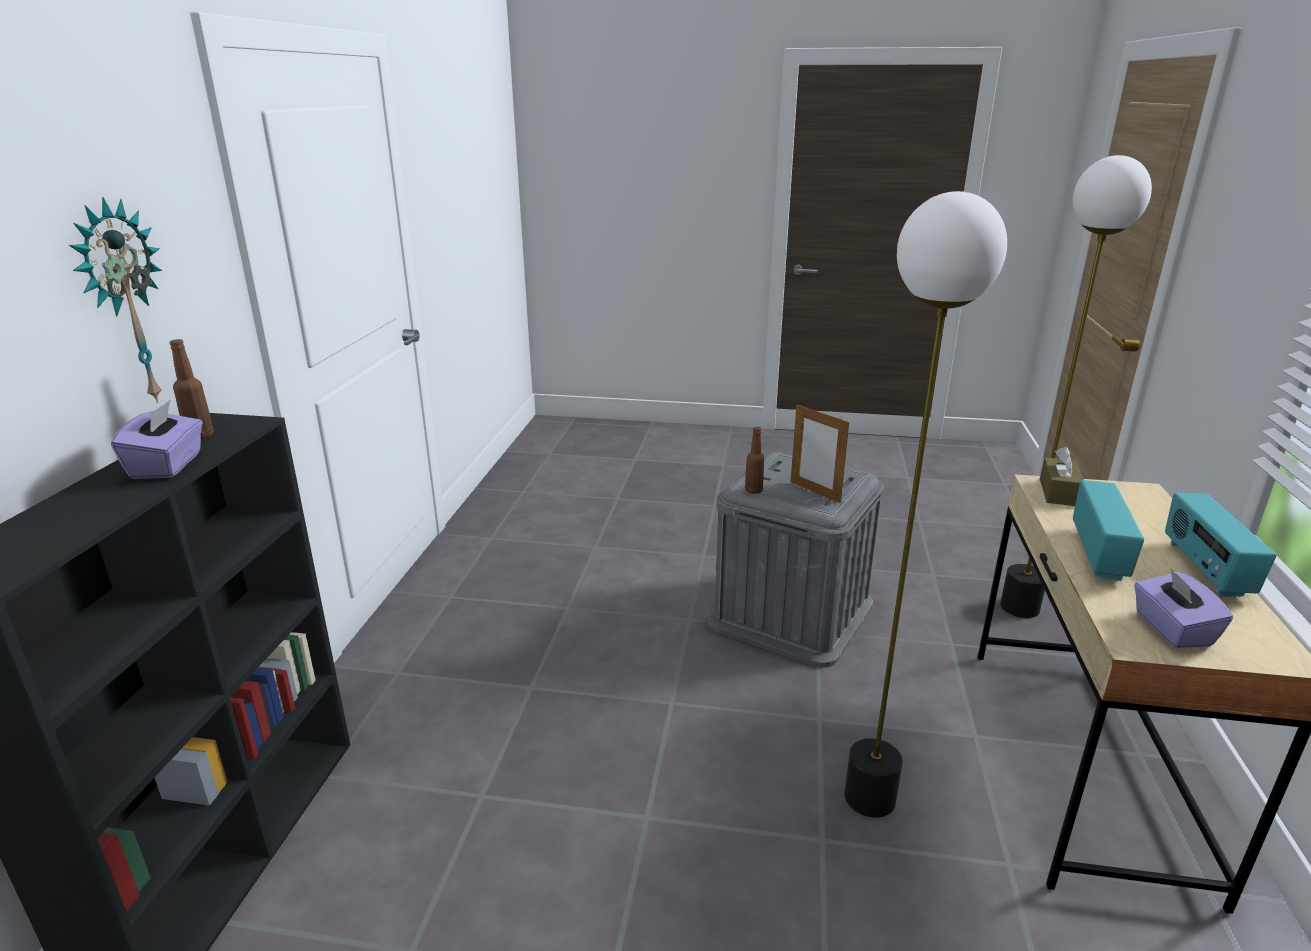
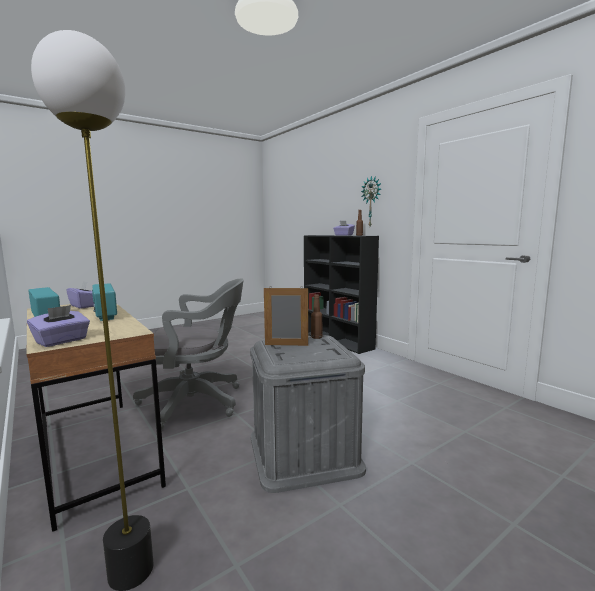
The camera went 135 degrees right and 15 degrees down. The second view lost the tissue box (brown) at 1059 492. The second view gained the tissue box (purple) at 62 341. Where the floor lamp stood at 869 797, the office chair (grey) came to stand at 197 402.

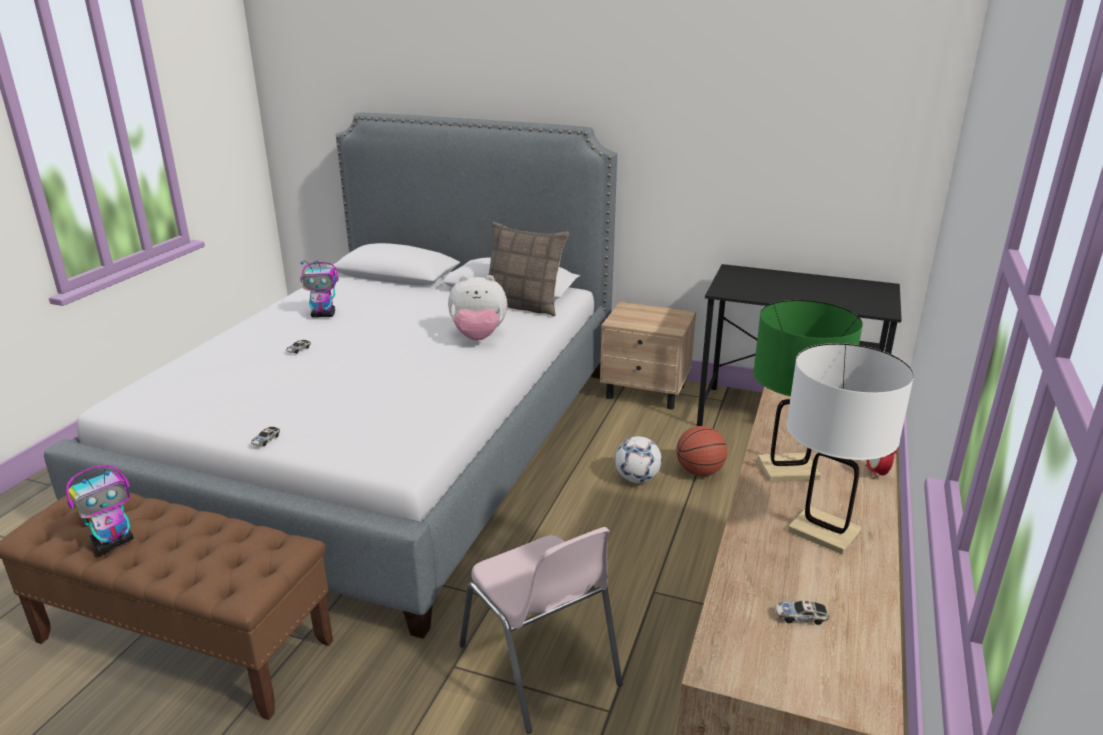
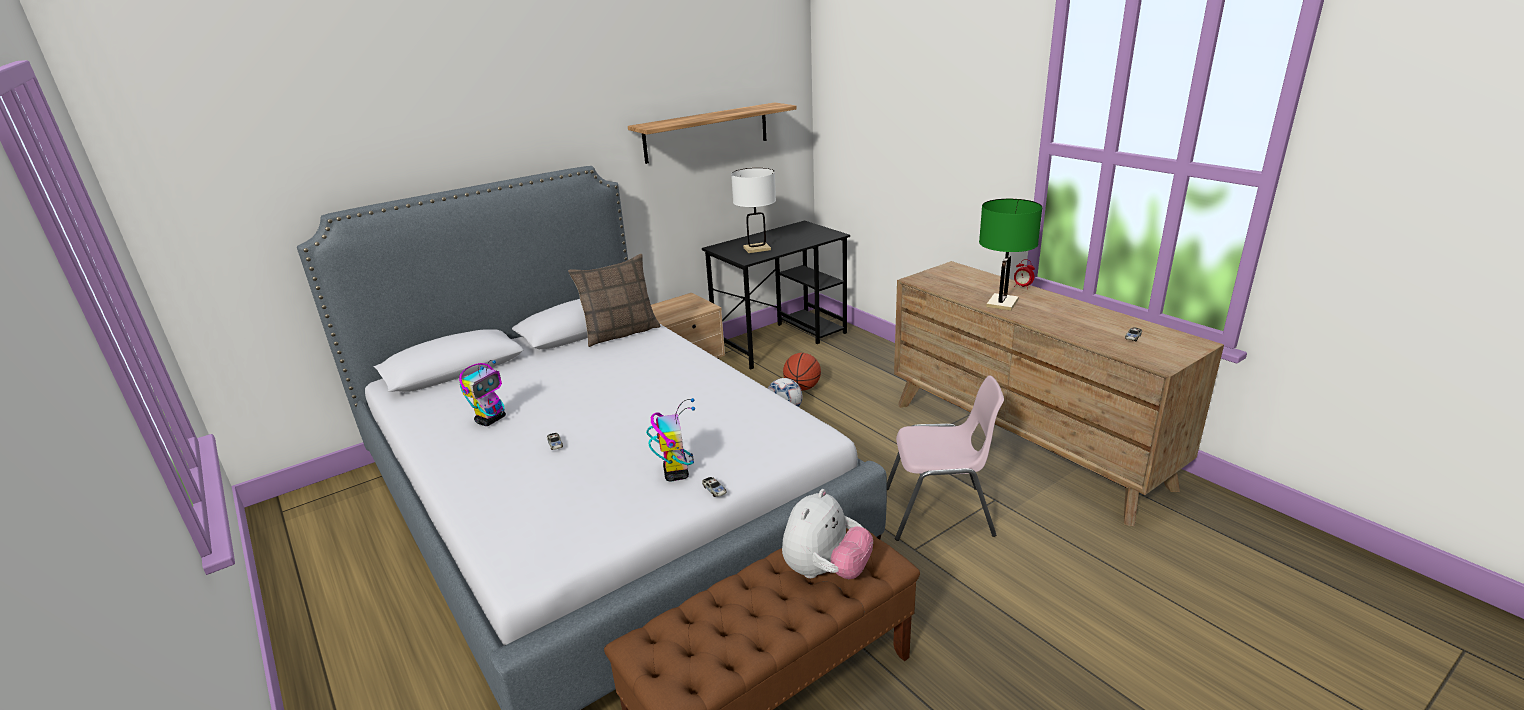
The camera went 55 degrees left and 0 degrees up. The second view gained the shelf at 706 132. The toy robot ended up elsewhere, having gone from 114 542 to 676 473. The plush toy ended up elsewhere, having gone from 478 337 to 825 572. The table lamp (white) ended up elsewhere, having gone from 824 531 to 757 248.

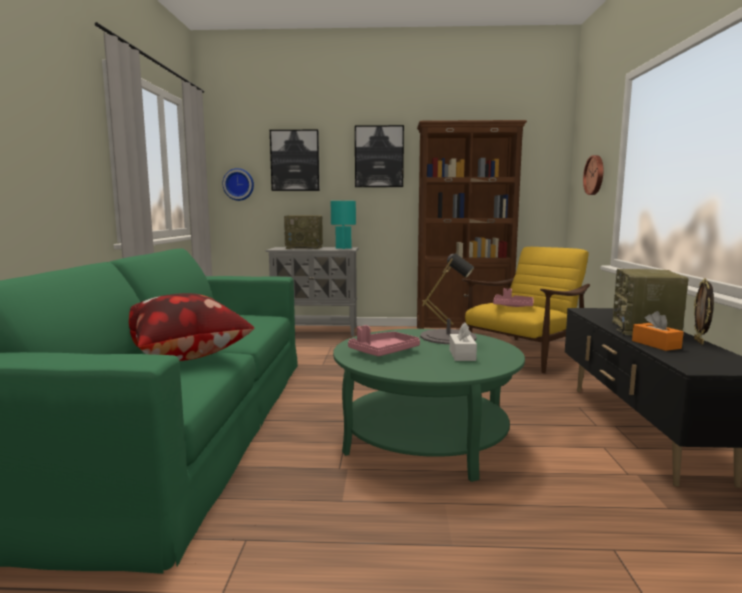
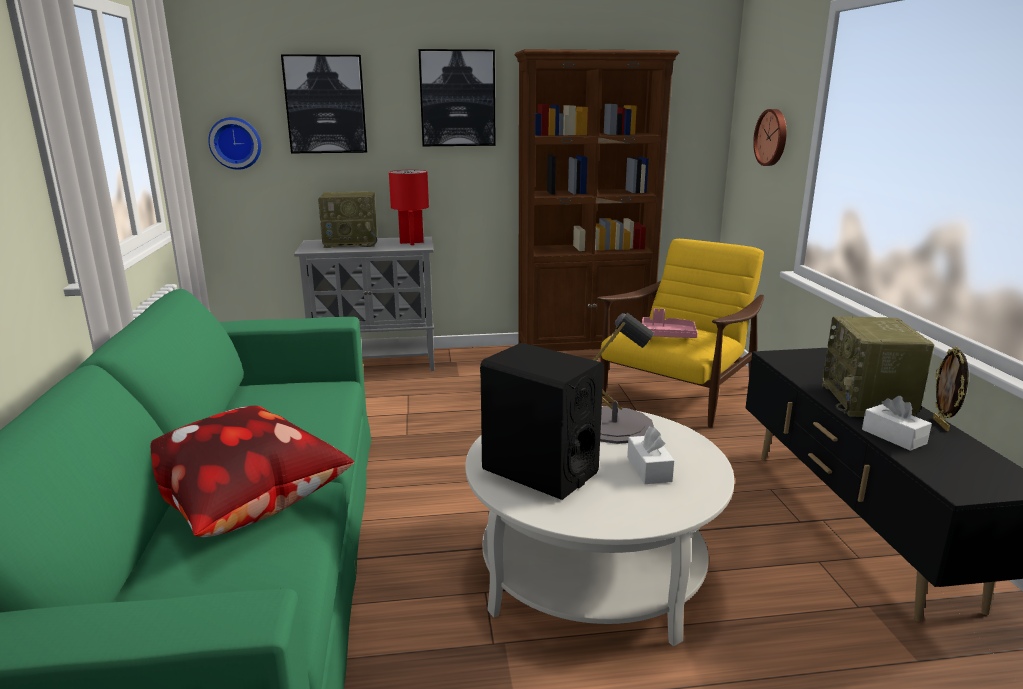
The camera went 10 degrees left and 10 degrees up. Where the tray (pink) stood at 383 352, the speaker (black) came to stand at 539 471. What was the table lamp (turquoise) at 343 248 turned into the table lamp (red) at 411 242. What was the coffee table (green) at 425 438 turned into the coffee table (white) at 592 570. What was the tissue box (orange) at 656 344 turned into the tissue box (white) at 893 436.

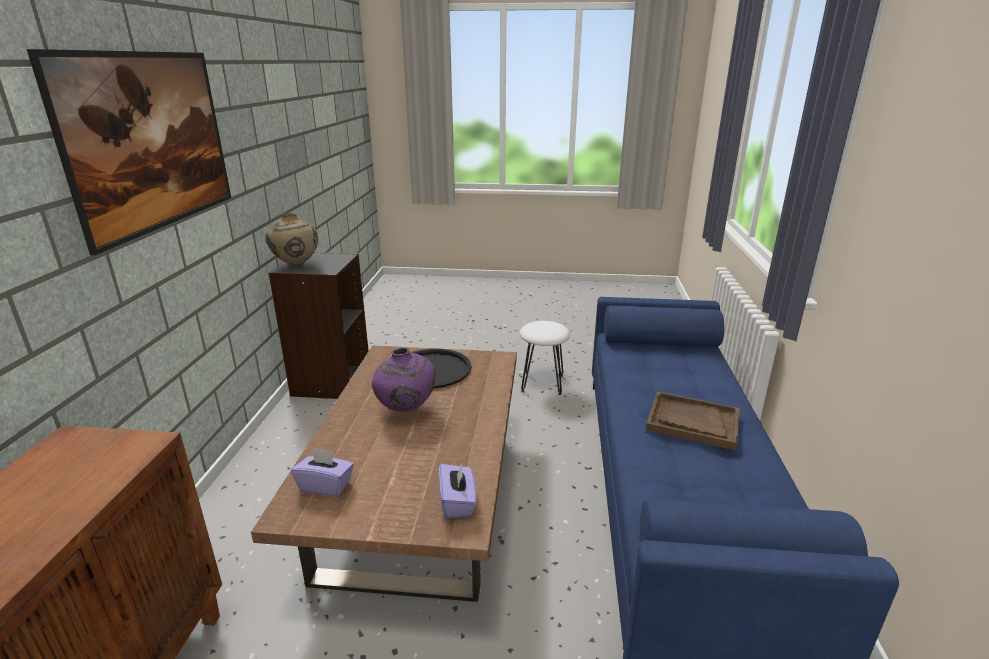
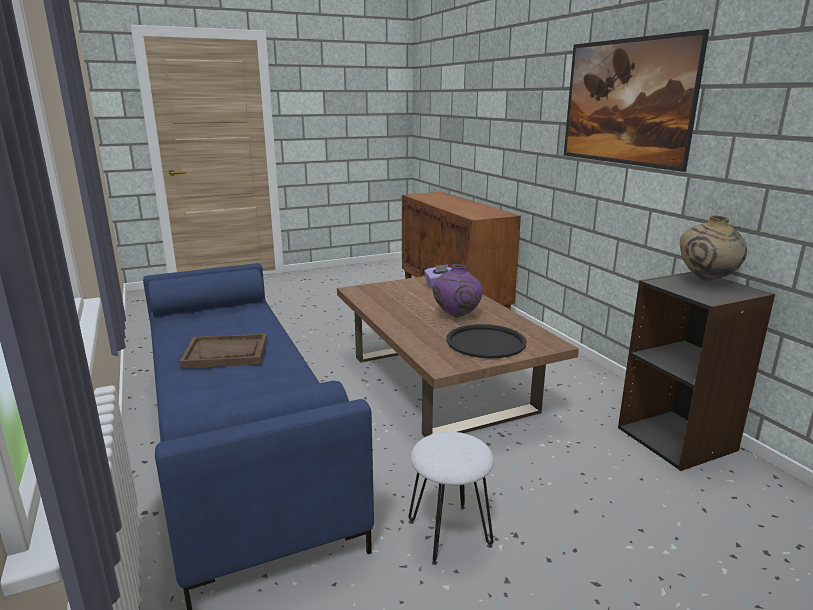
The camera went 150 degrees right and 5 degrees down. The second view lost the tissue box (purple) at 457 502.

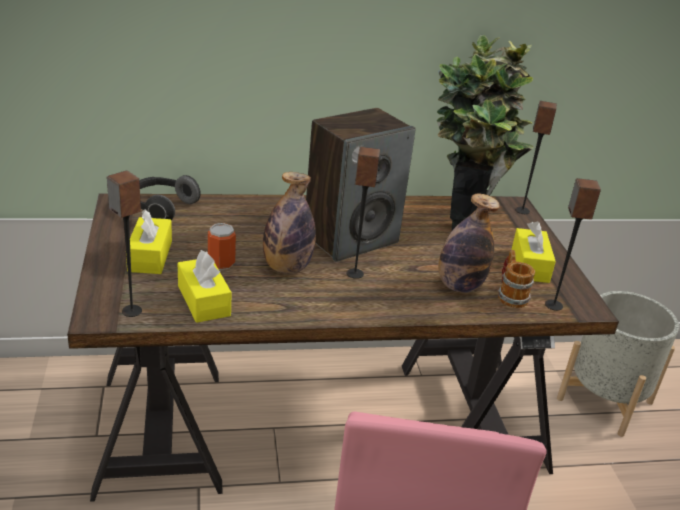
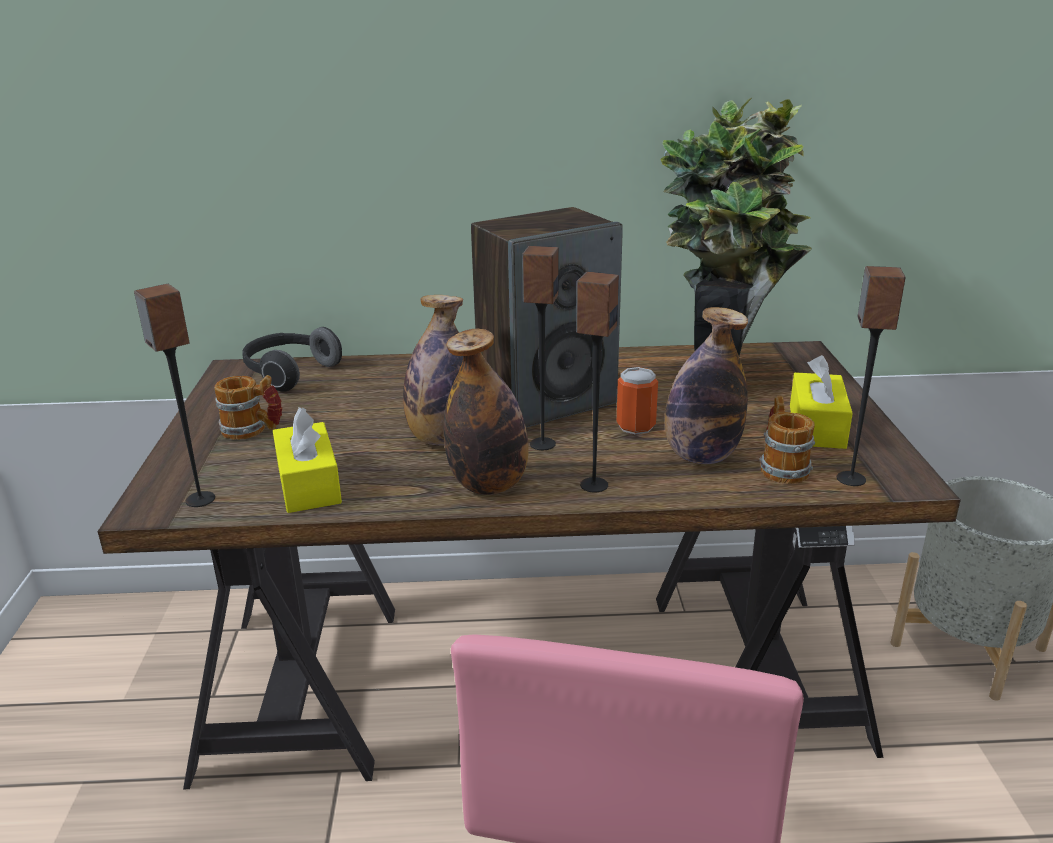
The camera went 10 degrees right and 5 degrees down. The second view gained the bottle at 489 485. The can ended up elsewhere, having gone from 221 263 to 636 426. The speaker ended up elsewhere, having gone from 522 210 to 593 485. Where the tissue box (yellow) stood at 150 256, the mug came to stand at 252 430.

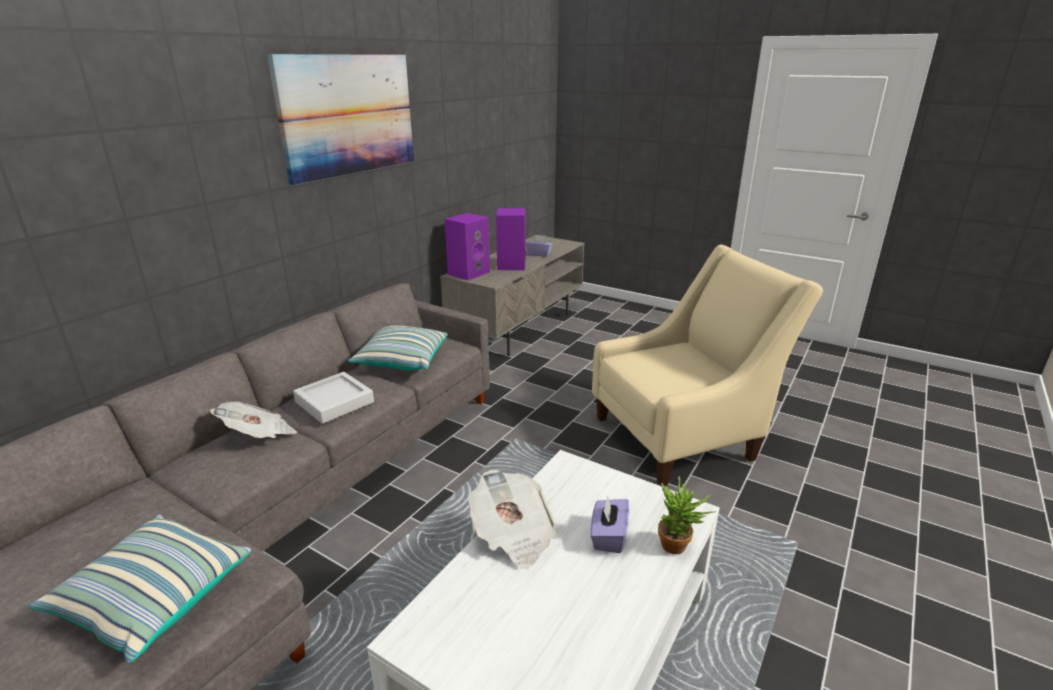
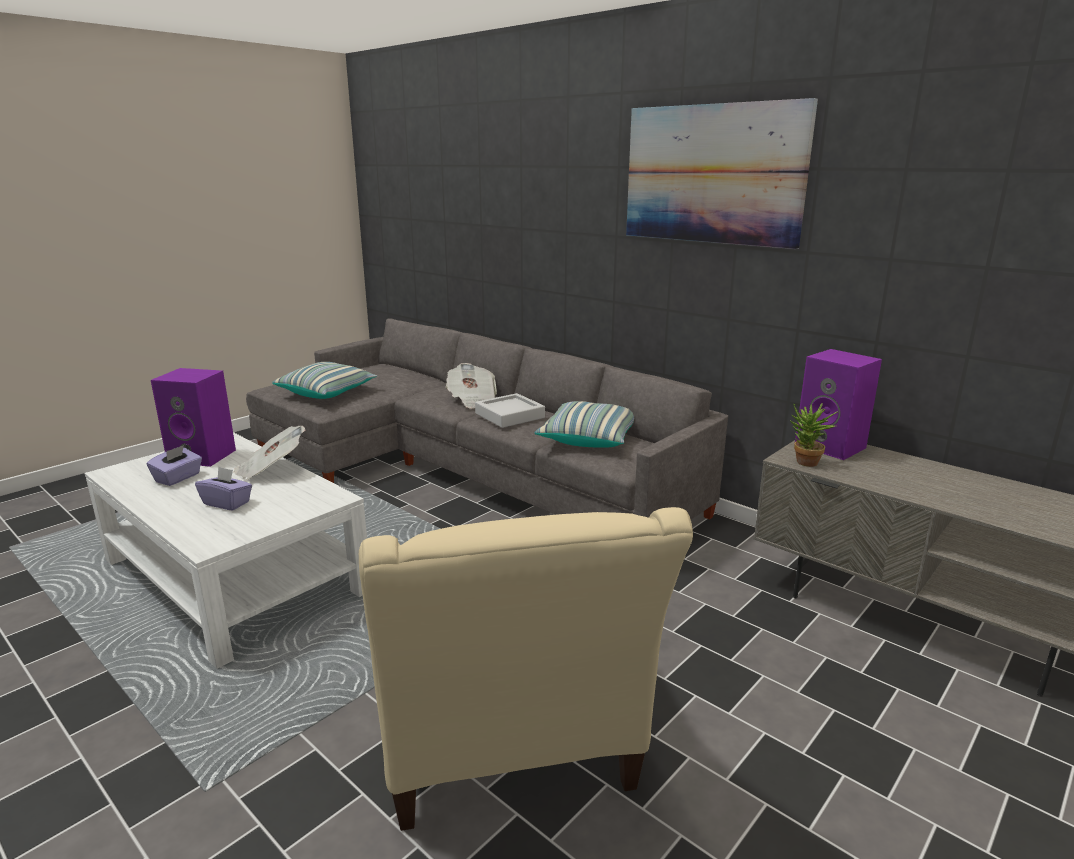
The camera went 100 degrees right and 5 degrees down. The speaker (purple) ended up elsewhere, having gone from 510 265 to 204 456. The tissue box (purple) ended up elsewhere, having gone from 539 254 to 178 478. The potted plant ended up elsewhere, having gone from 678 548 to 805 464.

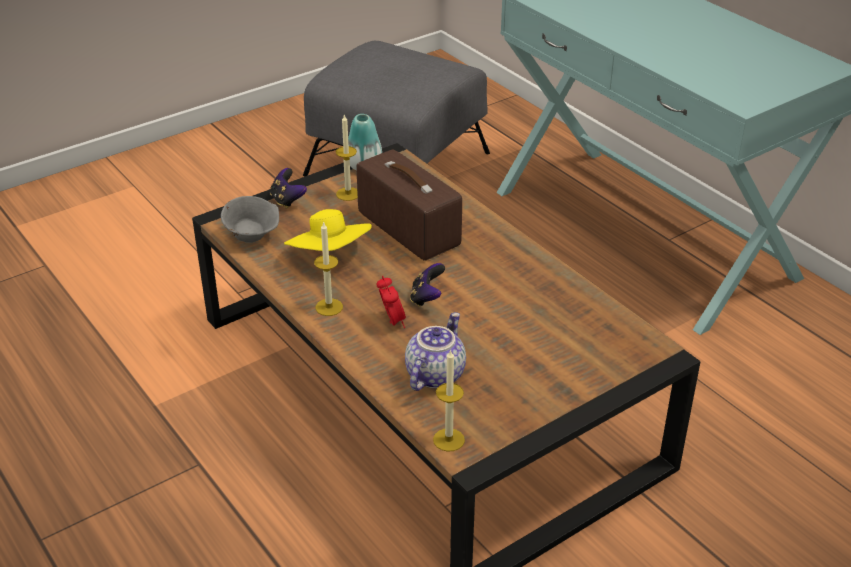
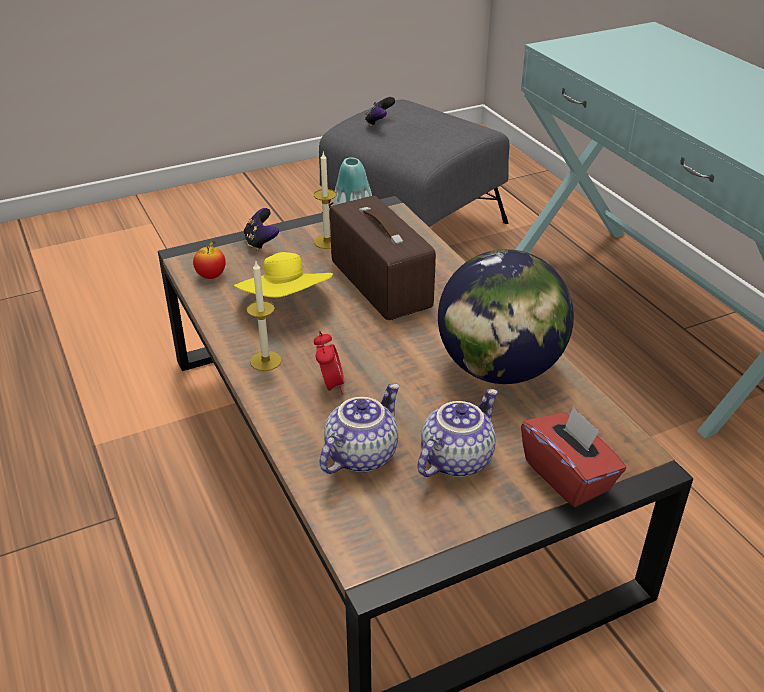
The camera went 10 degrees right and 0 degrees up. The second view lost the candle at 448 440. The second view gained the teapot at 455 459. The second view gained the globe at 499 369. The second view gained the tissue box (red) at 568 476. The game controller ended up elsewhere, having gone from 427 298 to 379 123. Where the bowl (grey) stood at 252 236, the apple came to stand at 211 276.

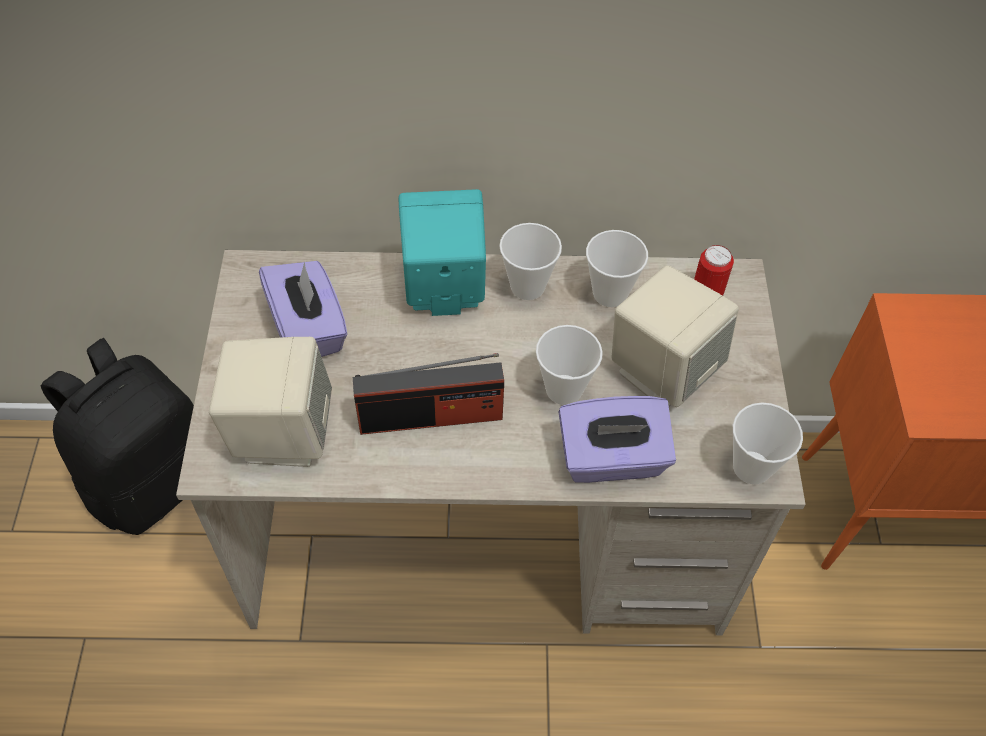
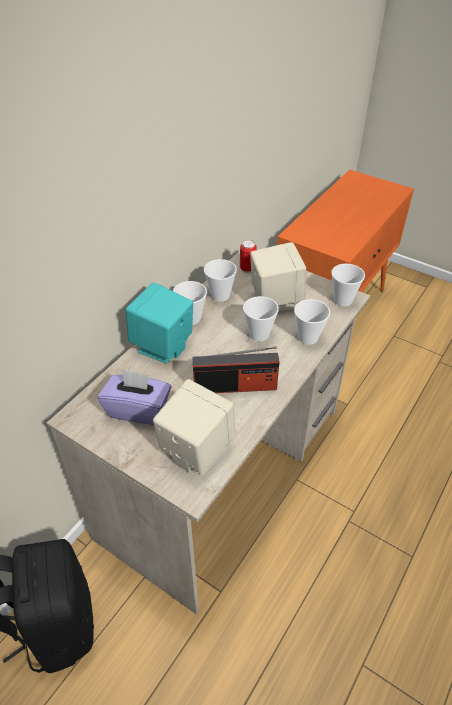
The camera went 55 degrees left and 10 degrees down. Where the tissue box (purple) stood at 612 459, the cup came to stand at 308 337. The radio at 431 416 ended up facing another way, 60 degrees clockwise from before.

